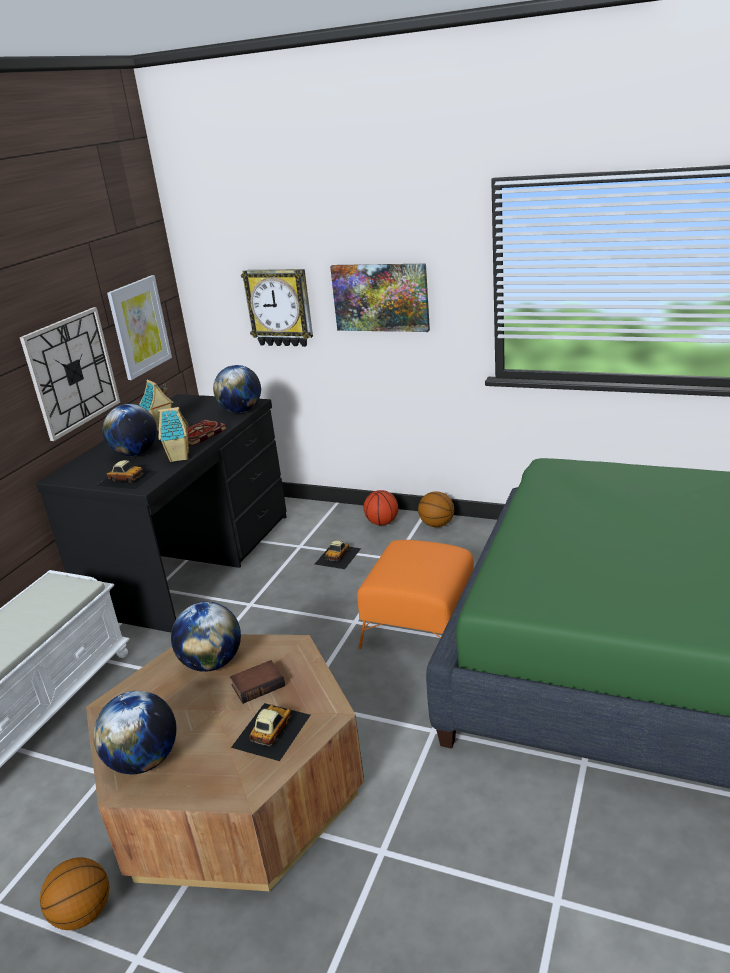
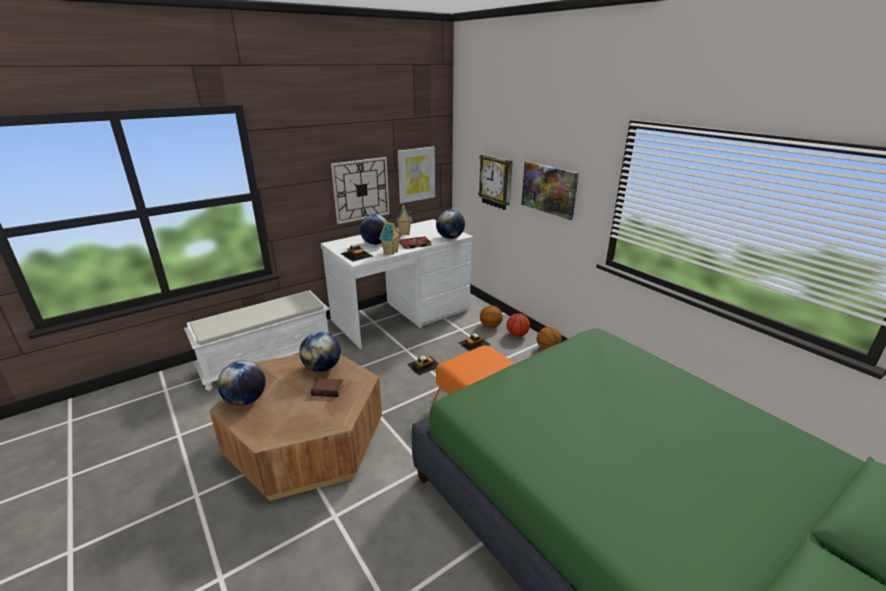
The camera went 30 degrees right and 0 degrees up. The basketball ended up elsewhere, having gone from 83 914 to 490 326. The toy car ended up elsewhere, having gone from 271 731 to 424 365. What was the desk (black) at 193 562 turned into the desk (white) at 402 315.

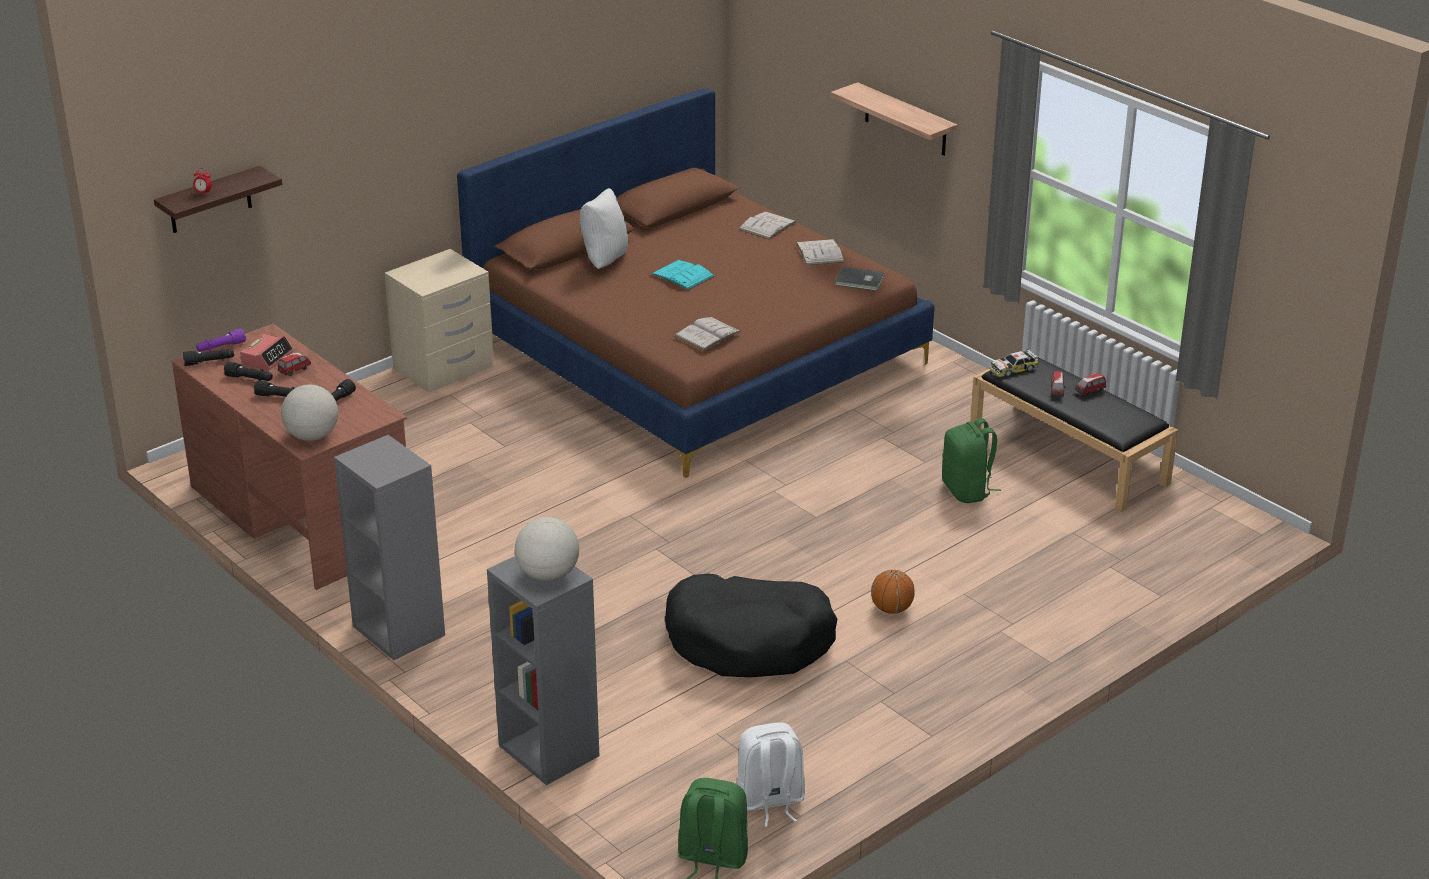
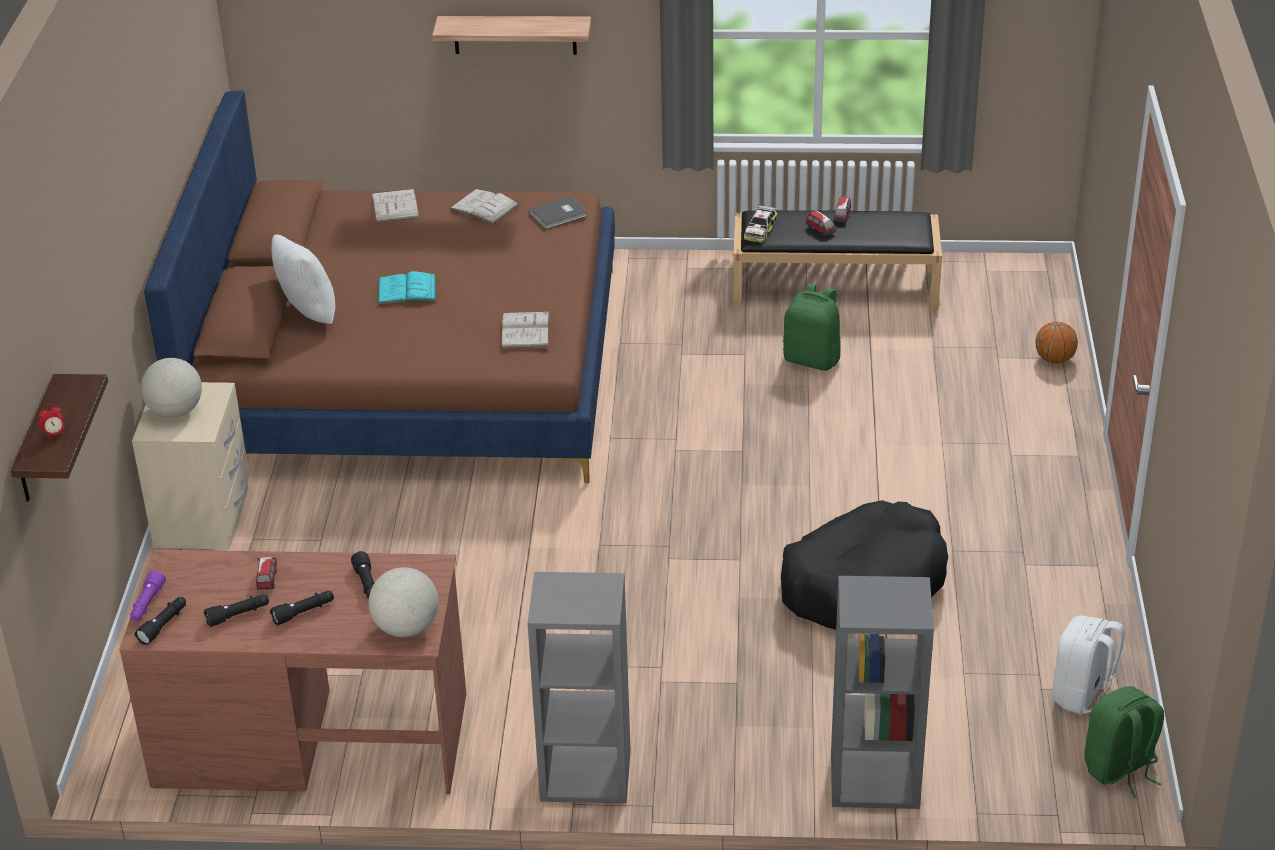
The camera went 45 degrees left and 5 degrees up. The second view lost the alarm clock at 267 357. The globe ended up elsewhere, having gone from 548 575 to 175 411. The basketball ended up elsewhere, having gone from 892 609 to 1054 359.

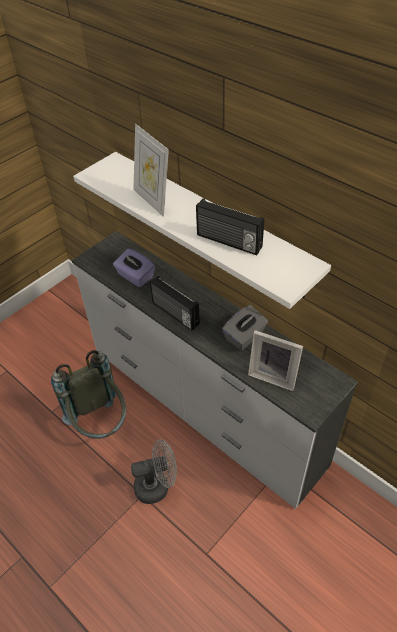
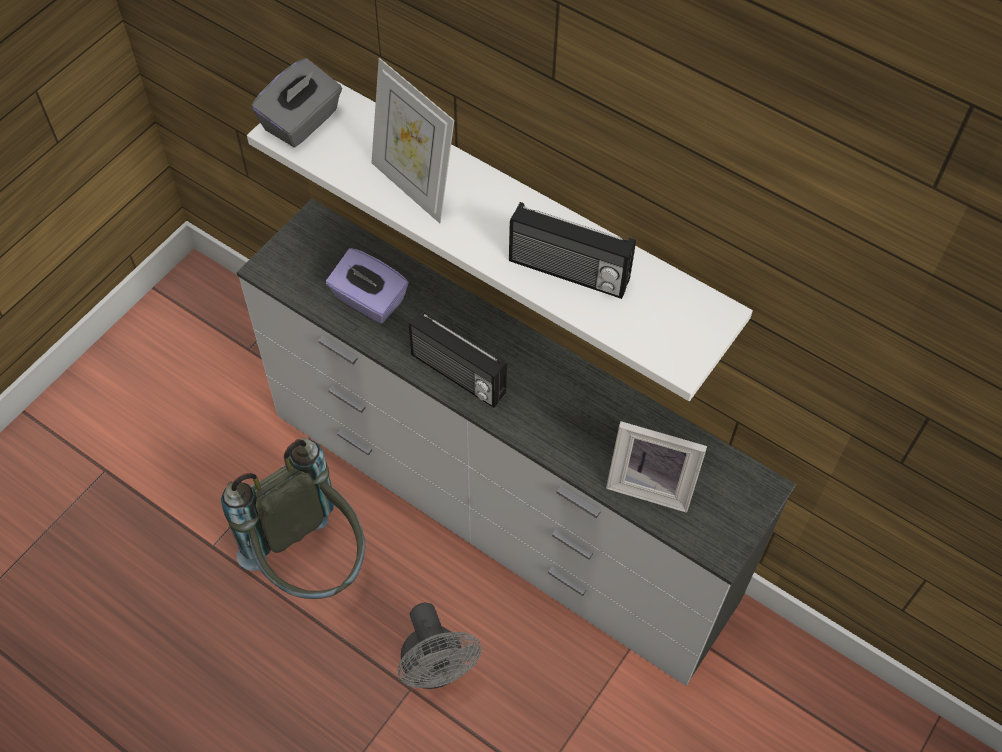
The camera went 10 degrees left and 10 degrees up. The tissue box (grey) ended up elsewhere, having gone from 245 336 to 302 122. The fan (grey) at 157 486 ended up facing another way, 90 degrees clockwise from before.

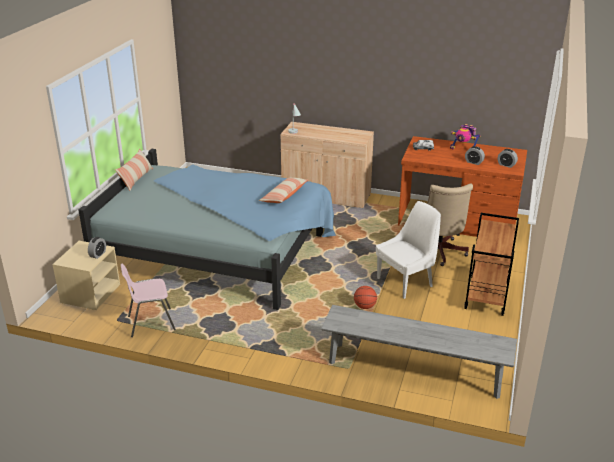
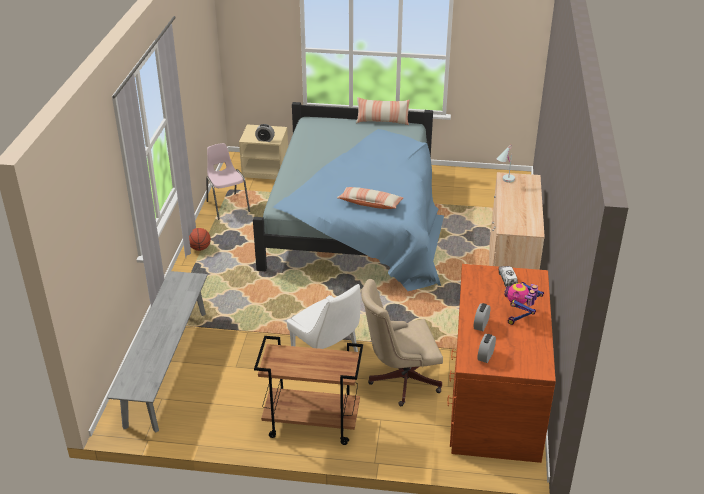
The camera went 80 degrees right and 5 degrees up. The basketball ended up elsewhere, having gone from 364 306 to 200 248.

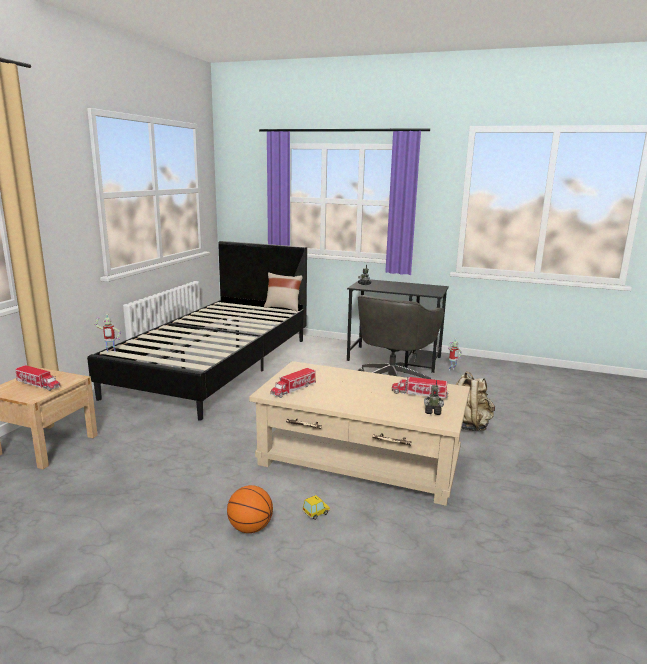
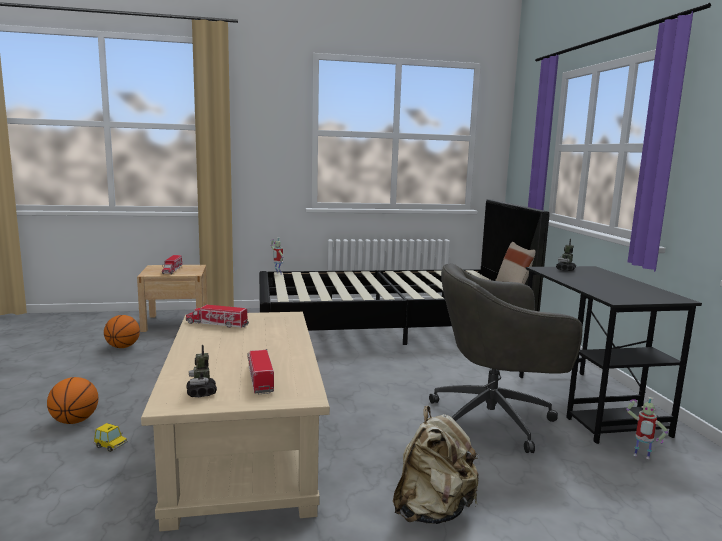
The camera went 60 degrees right and 5 degrees down. The second view gained the basketball at 123 347.

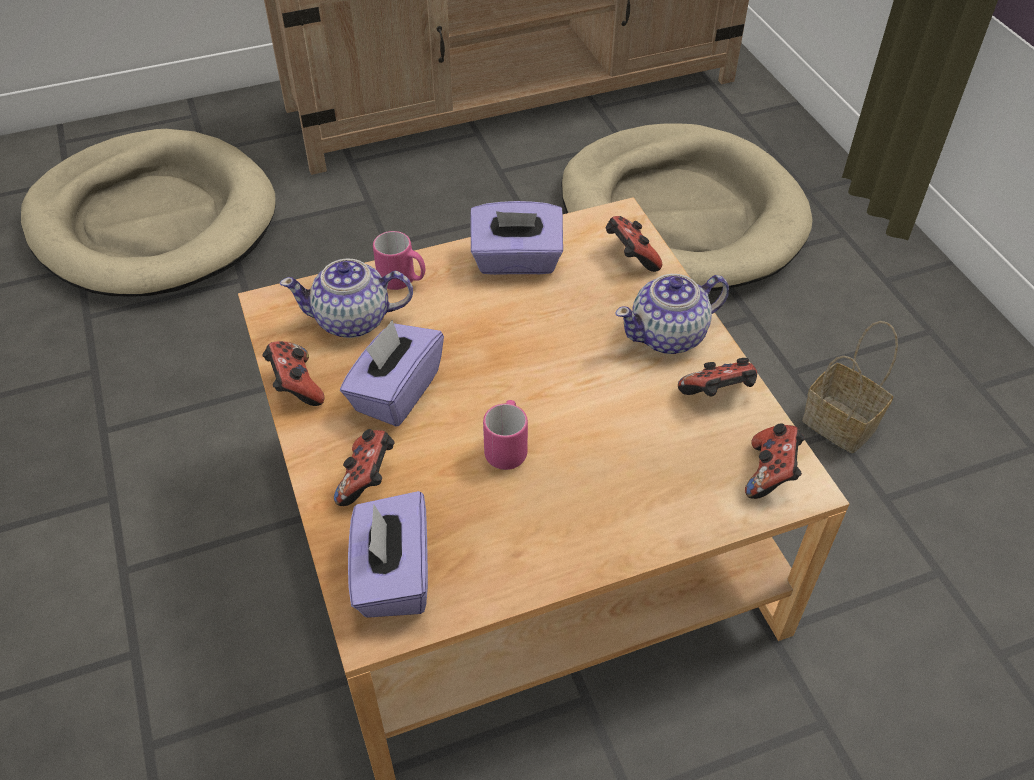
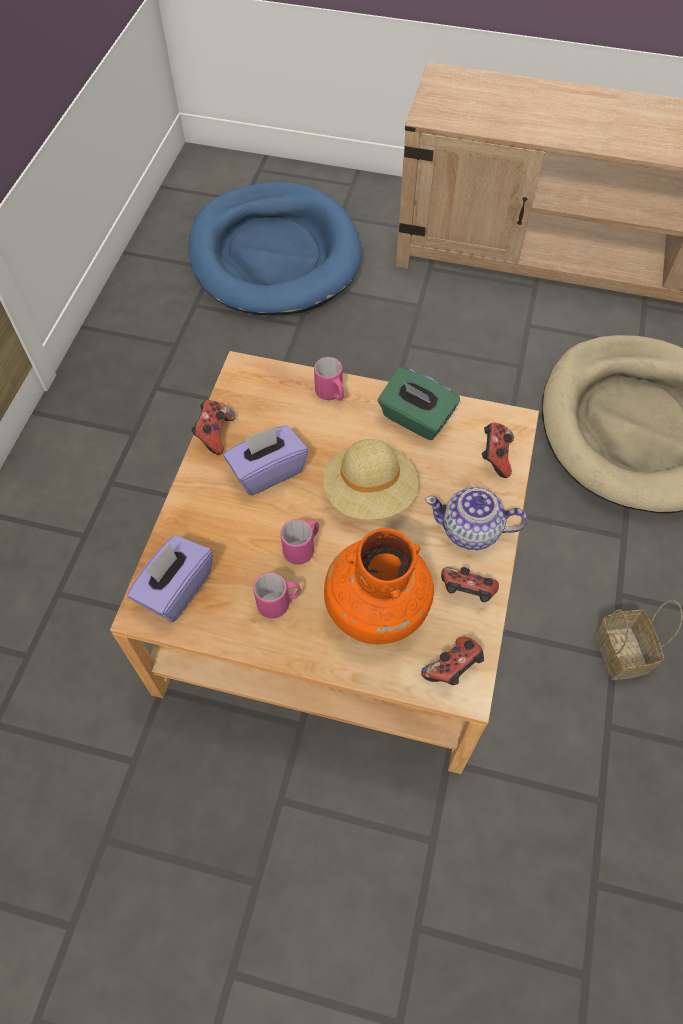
The camera went 35 degrees right and 10 degrees up. The second view lost the teapot at 353 320. The second view lost the game controller at 368 479. The second view gained the mug (pink) at 279 603. The second view gained the hat (beige) at 370 494. The second view gained the vase (orange) at 375 608. What was the dog bed (beige) at 153 221 turned into the dog bed (blue) at 275 255. What was the tissue box (purple) at 516 261 turned into the tissue box (green) at 415 418.

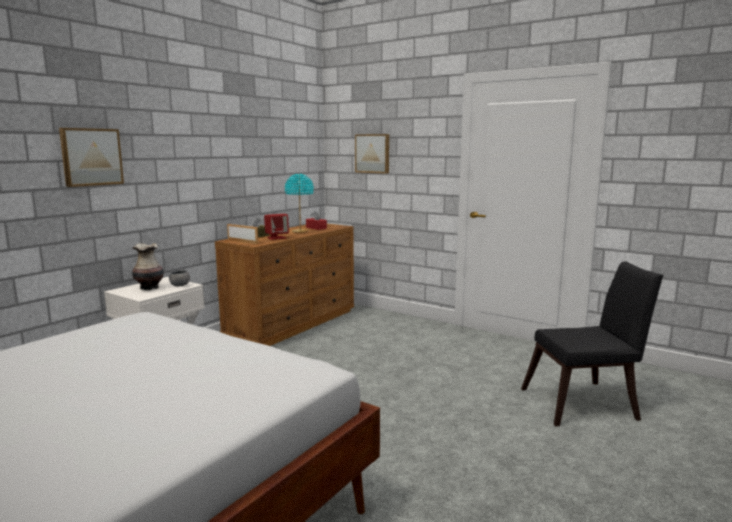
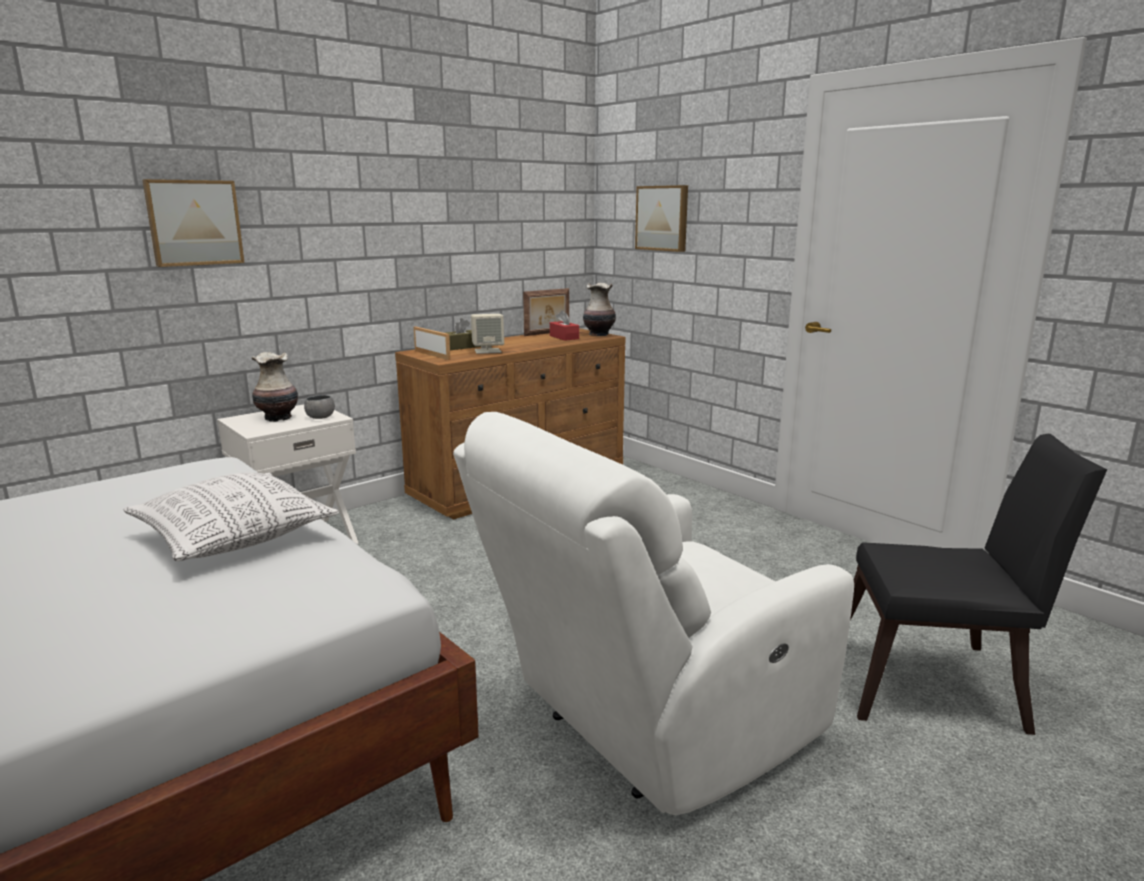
The camera went 15 degrees right and 5 degrees up. The second view lost the table lamp (turquoise) at 300 231. The second view gained the pillow at 233 537. The second view gained the armchair (white) at 649 725. The second view gained the picture frame at 547 333. The second view gained the vase at 598 334. What was the speaker (red) at 276 237 turned into the speaker (beige) at 488 351.

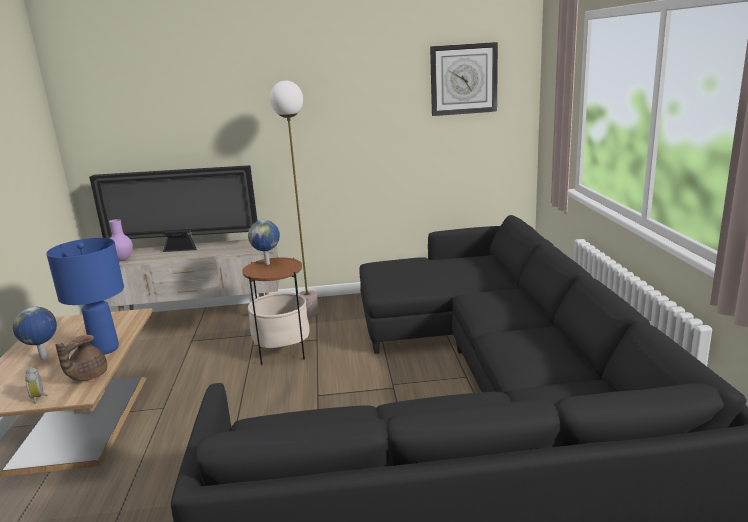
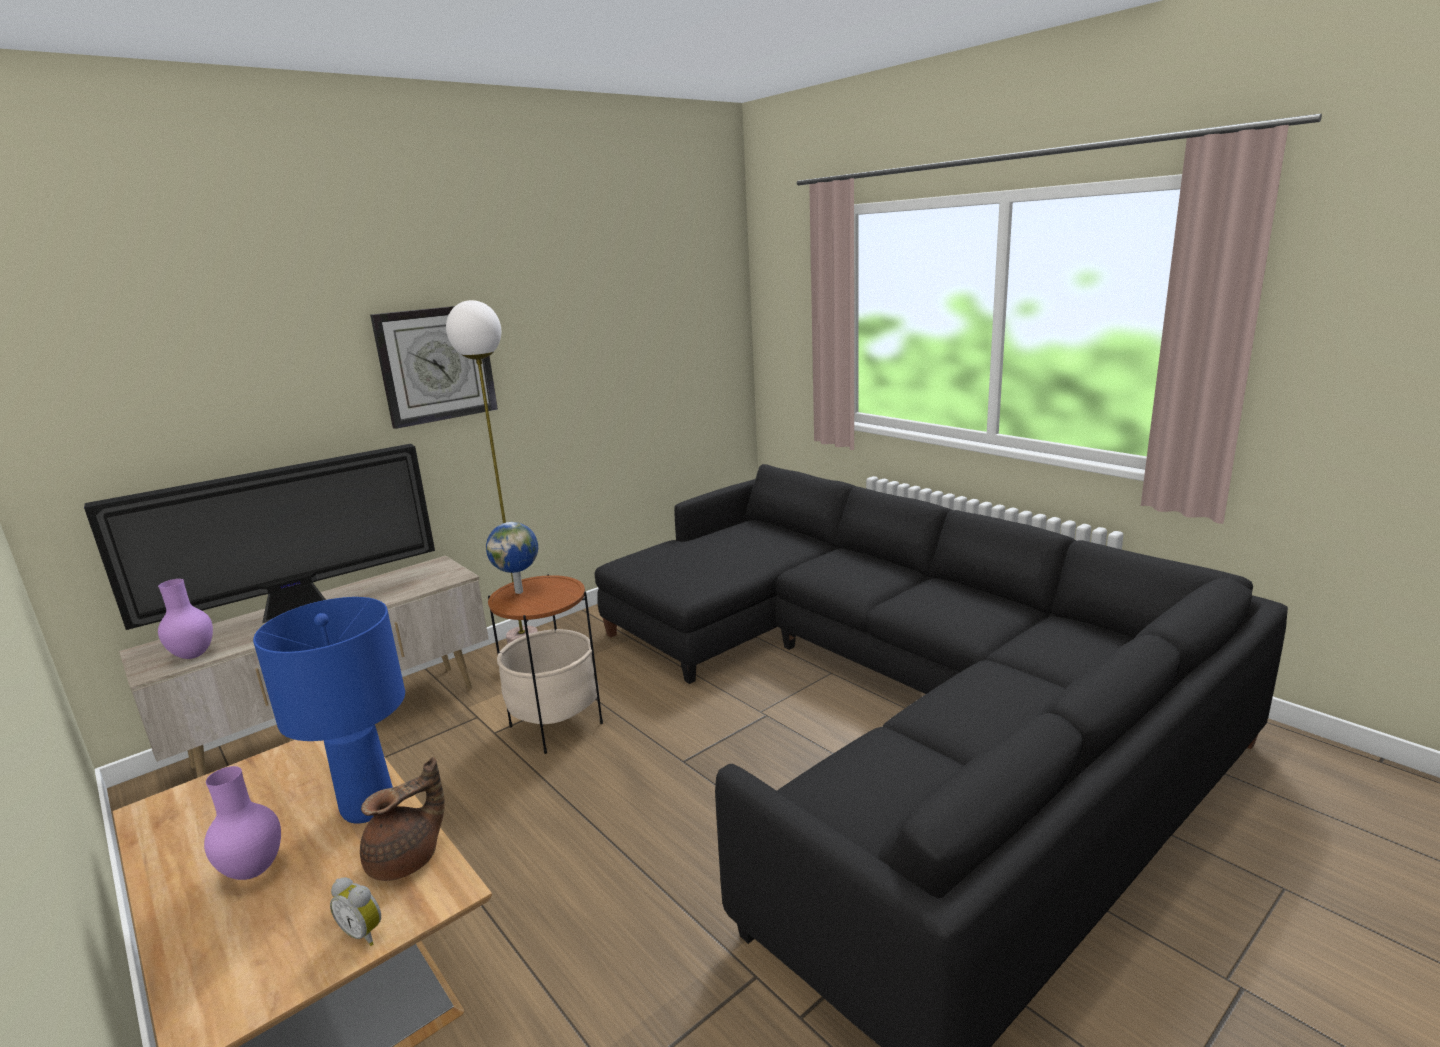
The camera went 35 degrees left and 0 degrees up. The wall clock ended up elsewhere, having gone from 463 79 to 436 364. Where the globe stood at 44 359, the vase (purple) came to stand at 255 870. The teapot (brown) at 87 376 ended up facing another way, 120 degrees counterclockwise from before.

